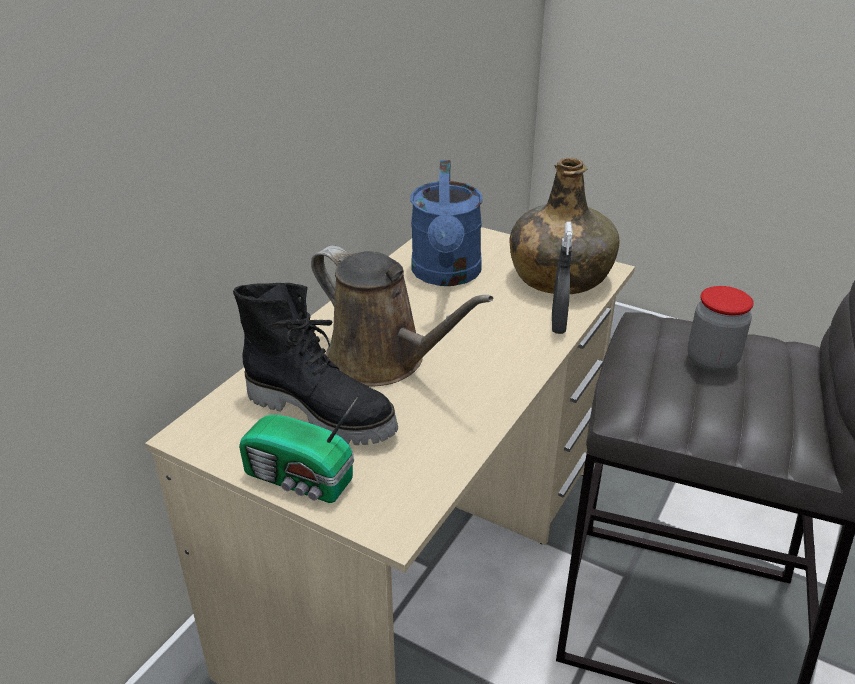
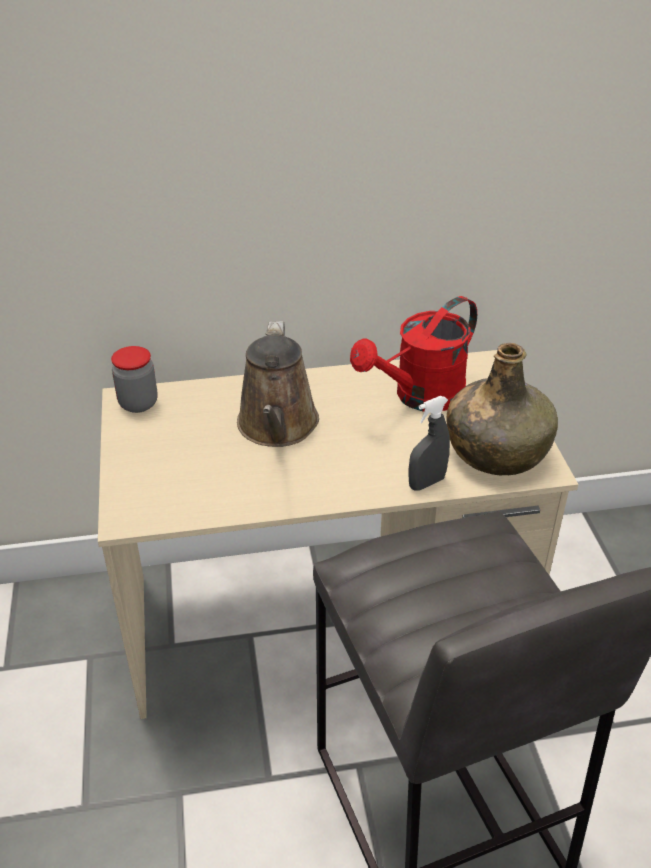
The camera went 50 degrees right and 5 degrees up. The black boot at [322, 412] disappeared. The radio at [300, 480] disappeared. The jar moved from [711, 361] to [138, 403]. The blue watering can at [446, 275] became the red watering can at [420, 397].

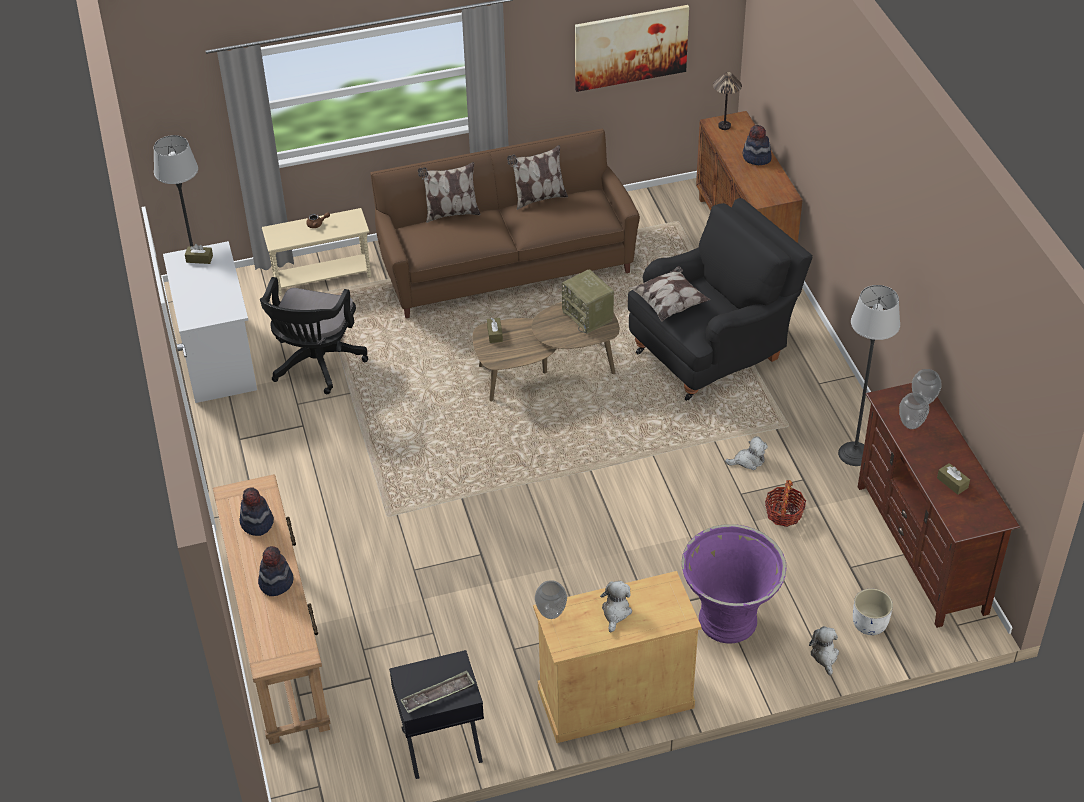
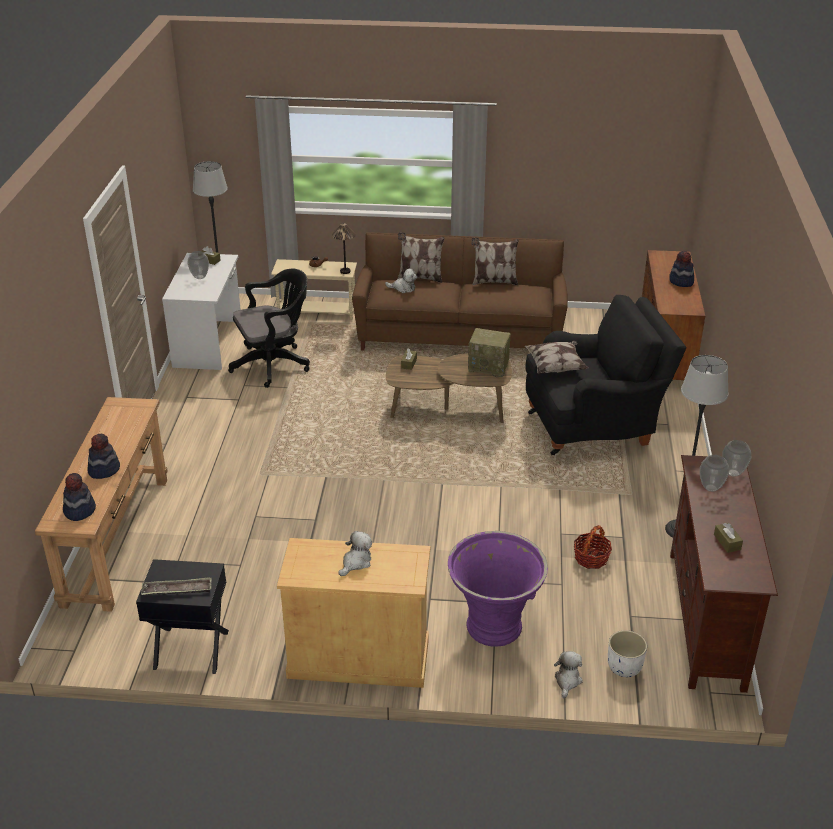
The camera went 20 degrees right and 10 degrees down. The picture at [630, 47] disappeared. The hat moved from [256, 523] to [79, 510]. The vase moved from [551, 613] to [200, 277]. The table lamp moved from [724, 126] to [345, 271]. The plush toy moved from [748, 461] to [403, 288]. The black office chair at [315, 365] turned 150 degrees counterclockwise. The radio at [588, 316] turned 60 degrees counterclockwise.

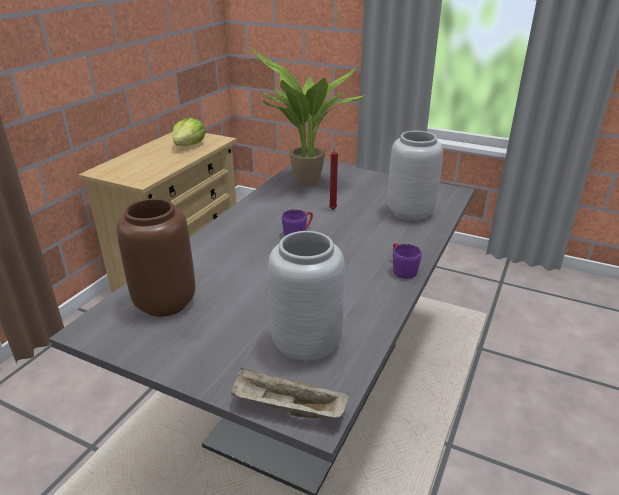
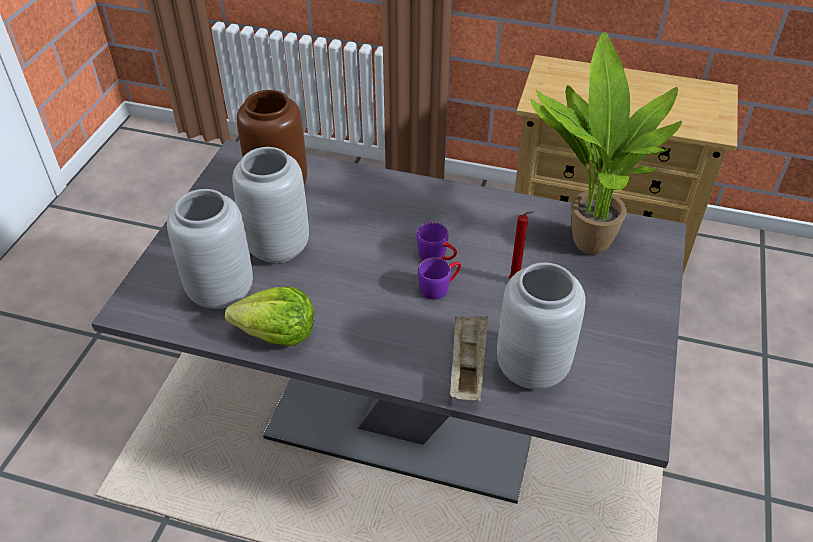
The camera went 80 degrees right and 15 degrees up. The grey vase at [278, 248] appeared. The lettuce moved from [189, 145] to [277, 333]. The beige tray moved from [286, 408] to [467, 366]. The purple mug moved from [401, 269] to [439, 286].

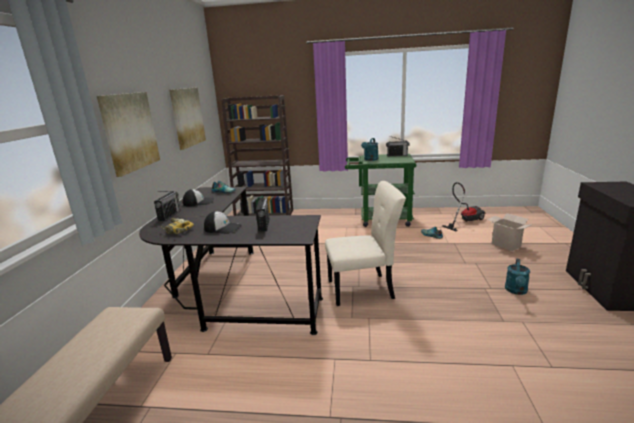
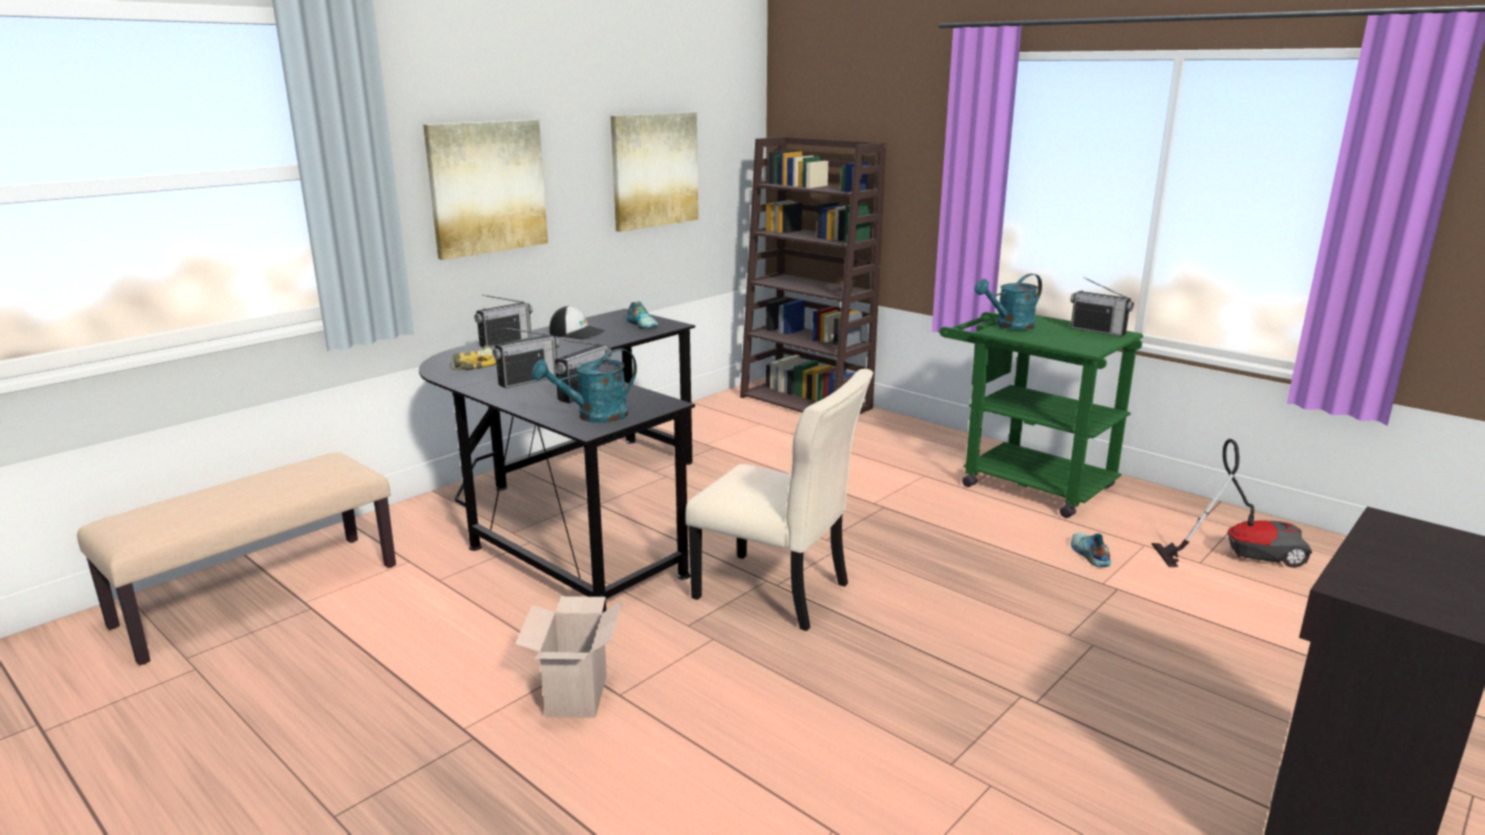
The camera went 35 degrees right and 0 degrees up. The cardboard box moved from [505, 245] to [575, 694]. The turquoise watering can moved from [516, 291] to [594, 416]. The cap at [223, 228] was replaced by the radio at [528, 380].

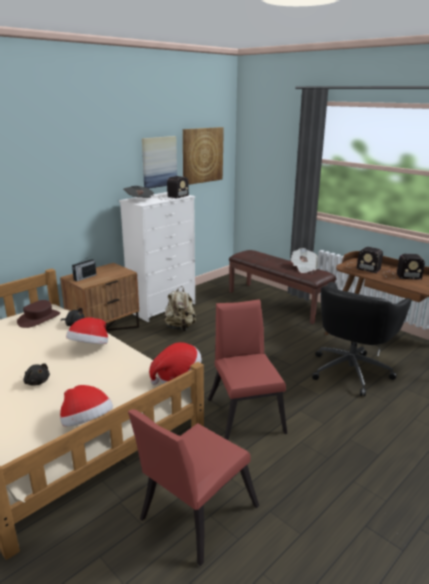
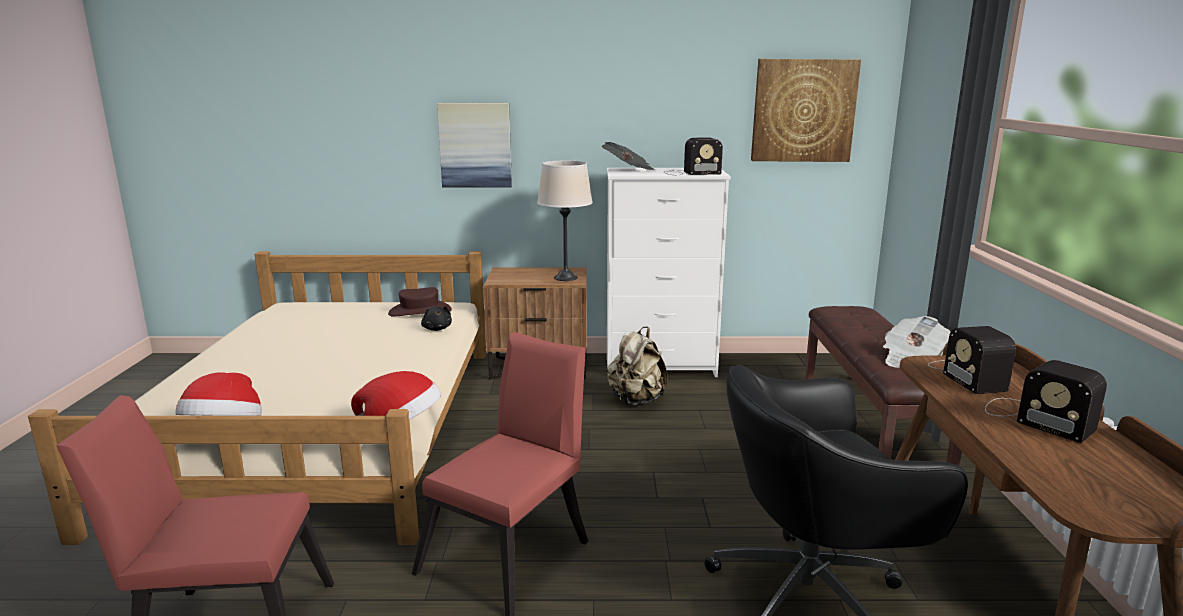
The camera went 45 degrees right and 5 degrees down. The black plush toy at [37, 382] disappeared. The hat at [89, 347] disappeared. The radio at [84, 277] disappeared. The beige table lamp at [565, 277] appeared. The picture moved from [159, 162] to [475, 145].

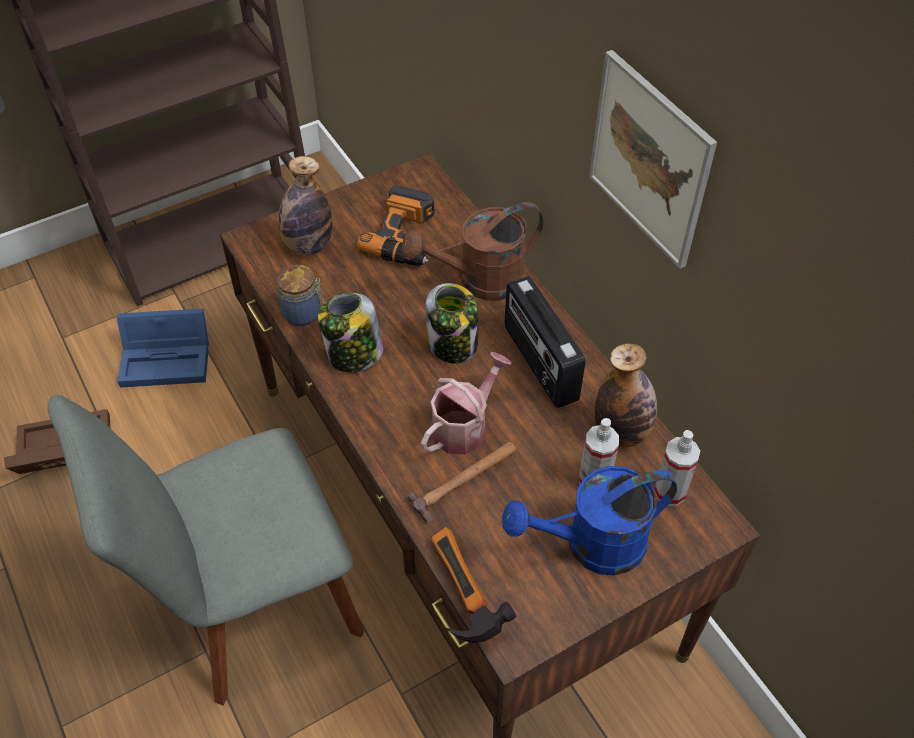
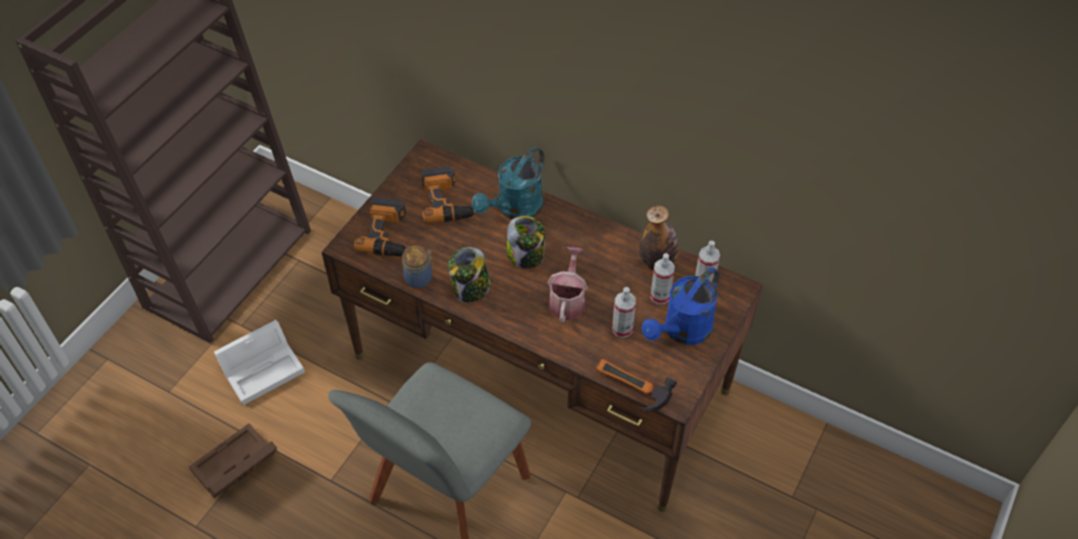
The camera went 30 degrees left and 0 degrees up. The hammer at [465, 480] disappeared. The radio at [539, 364] disappeared. The picture at [649, 160] disappeared. The spray bottle at [622, 329] appeared. The bottle at [308, 245] was replaced by the power drill at [388, 234]. The blue storage box at [169, 358] became the white storage box at [264, 368]. The brown watering can at [480, 281] became the turquoise watering can at [515, 210].

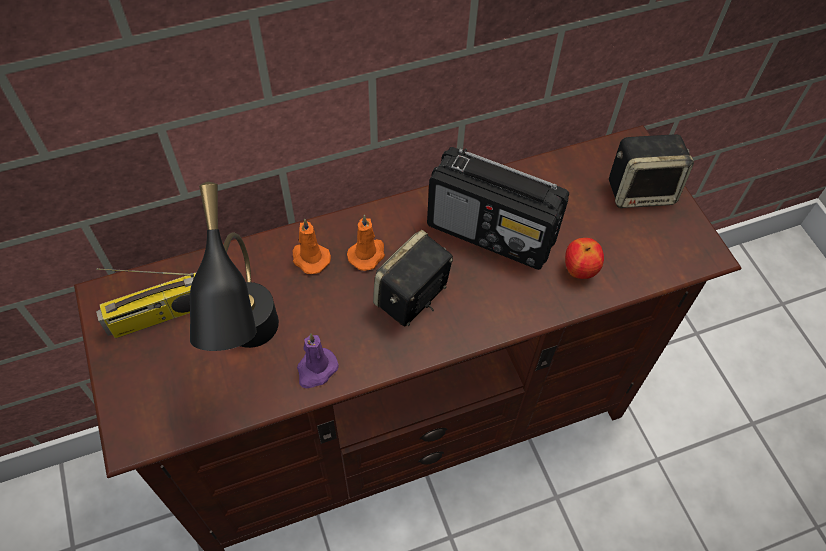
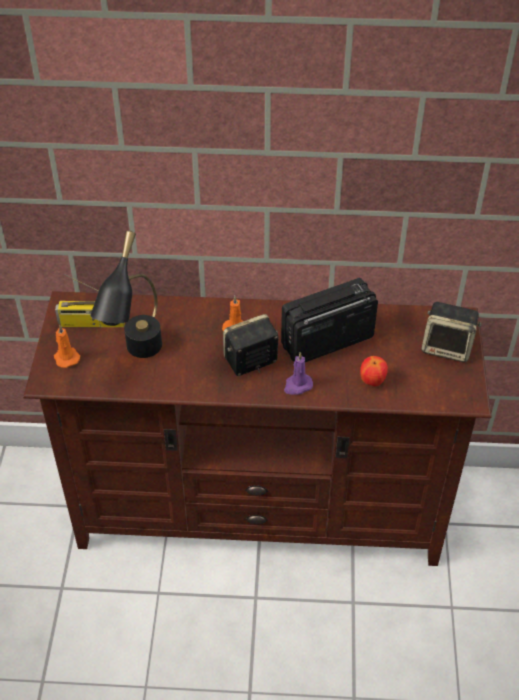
The camera went 25 degrees right and 10 degrees down. The orange candle moved from [309, 258] to [66, 357]. The purple candle moved from [316, 369] to [297, 386]. The radio at [492, 233] turned 105 degrees clockwise.

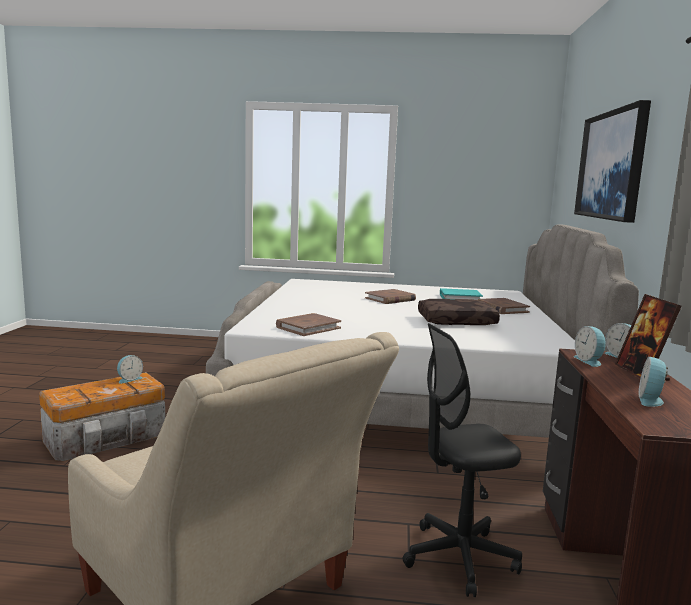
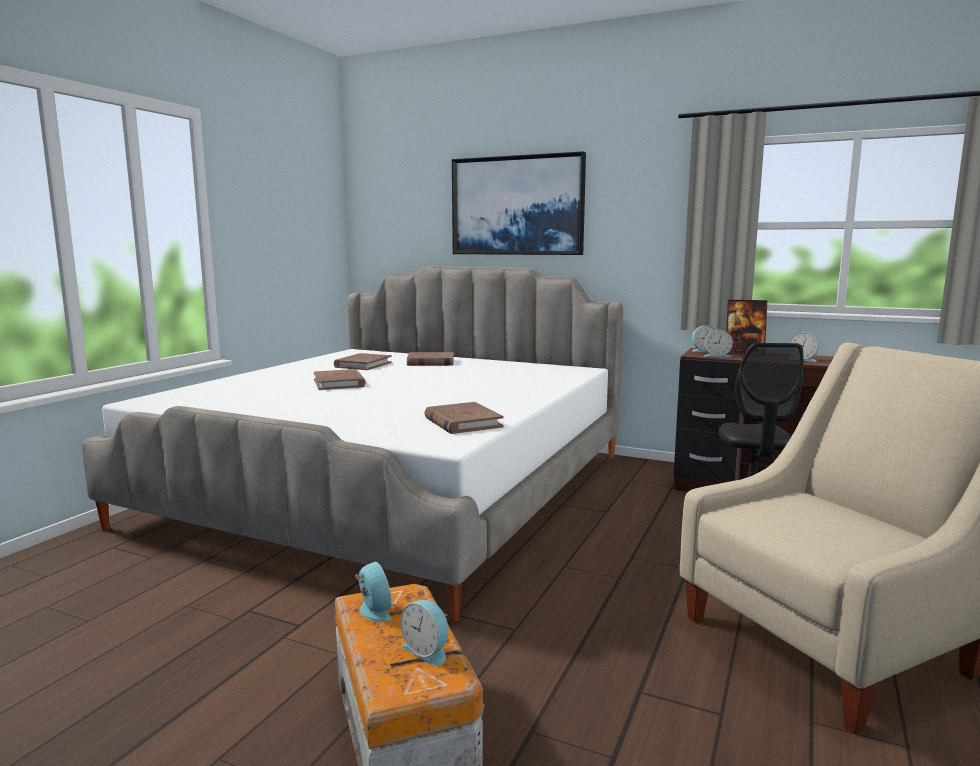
The camera went 70 degrees left and 0 degrees up. The brown pillow at [456, 321] disappeared. The alarm clock at [427, 650] appeared. The turquoise book at [460, 297] became the brown book at [363, 365].

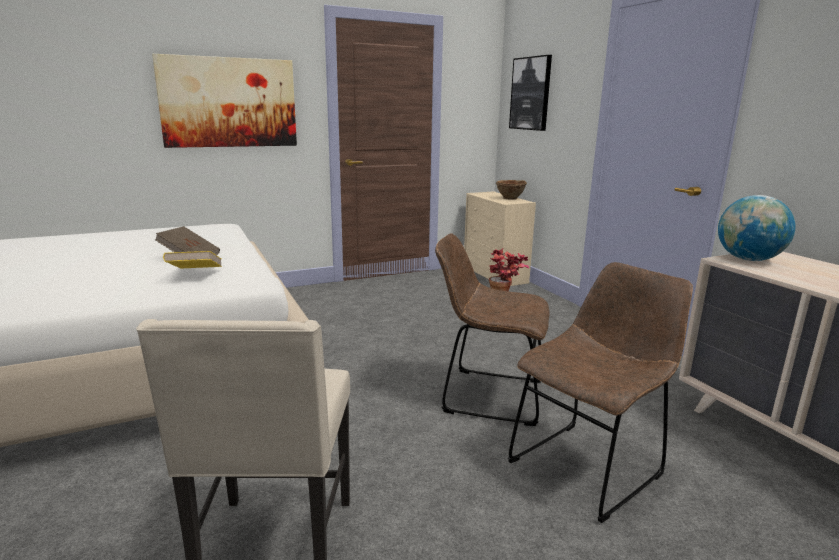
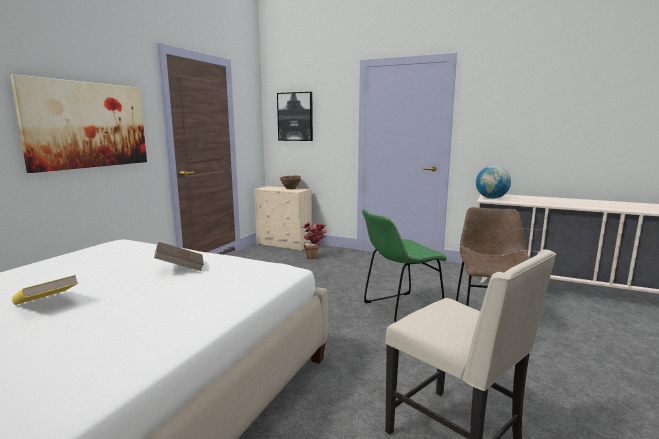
The camera went 40 degrees left and 5 degrees down. The yellow book moved from [195, 274] to [47, 304]. The brown chair at [487, 395] became the green chair at [399, 309].

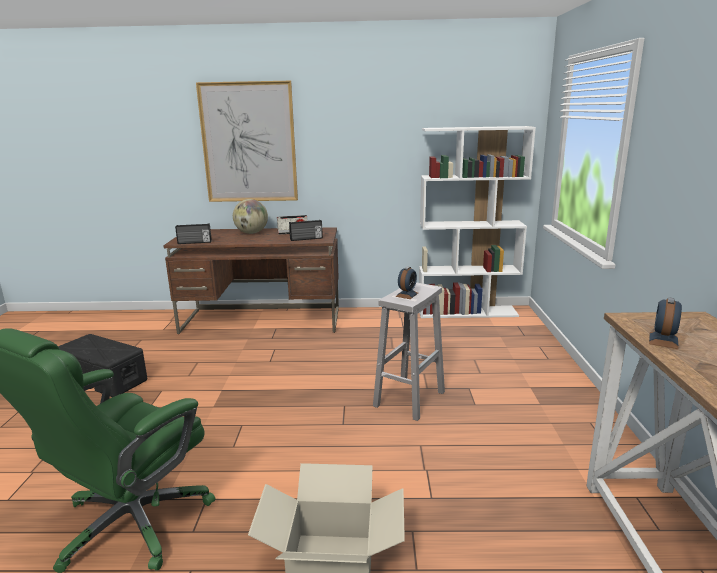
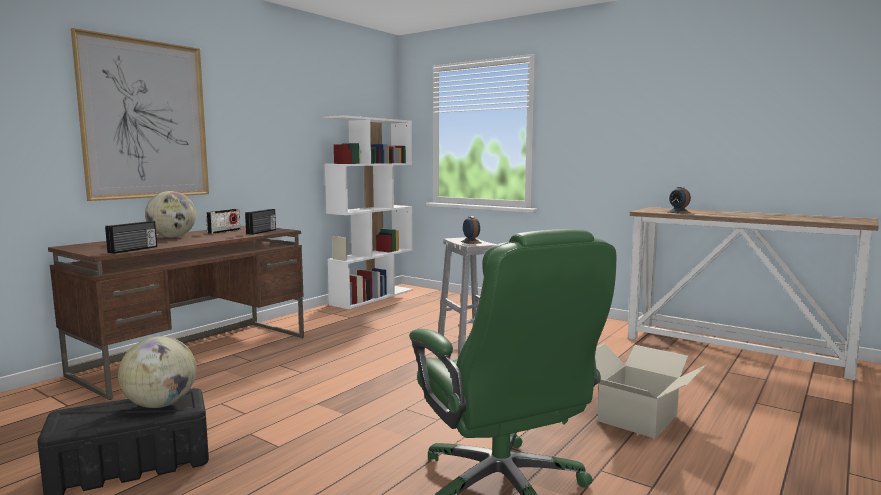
The camera went 55 degrees left and 10 degrees down. The globe at [161, 404] appeared.

